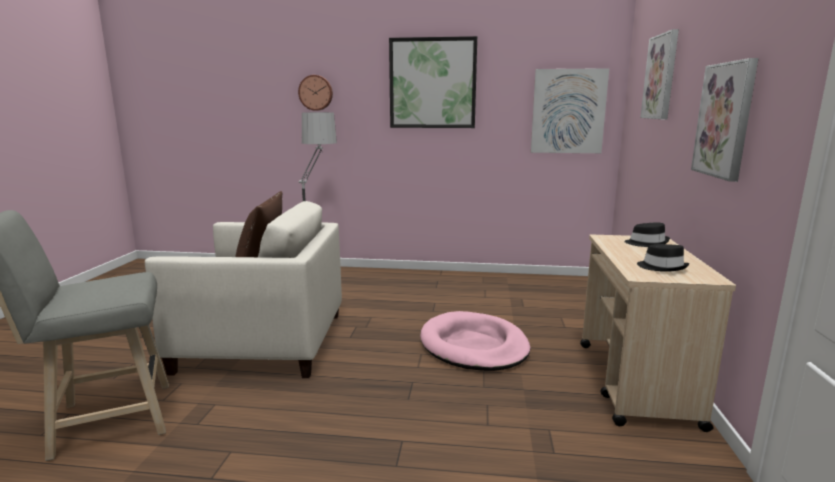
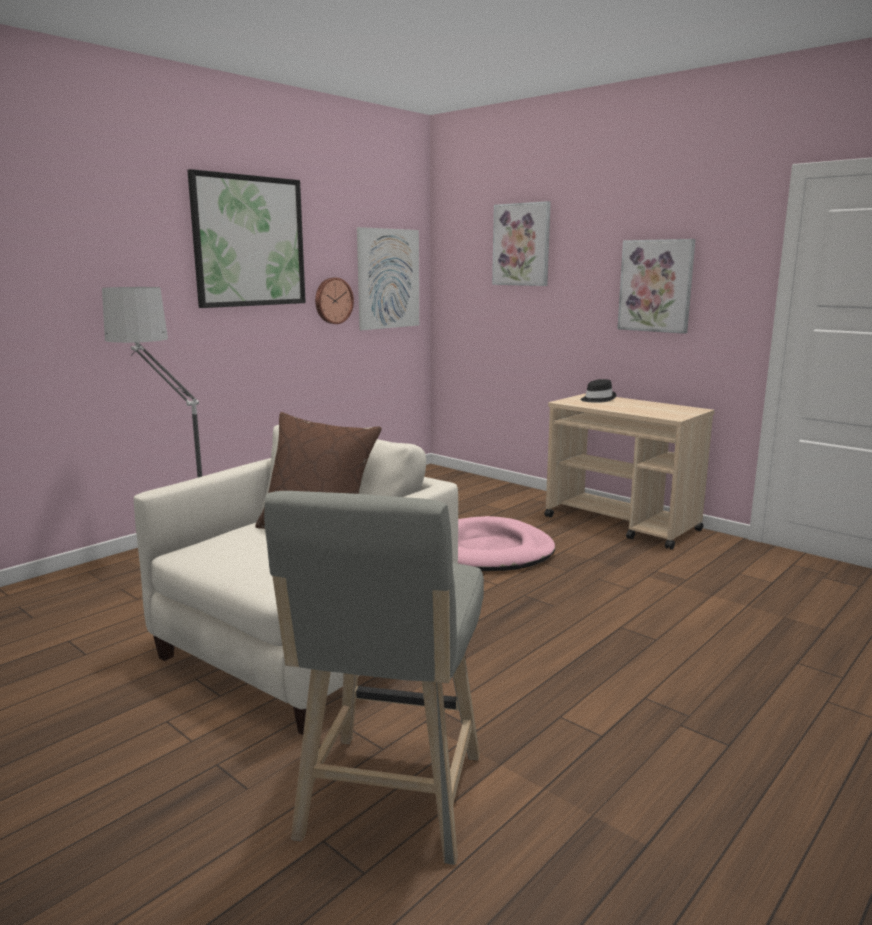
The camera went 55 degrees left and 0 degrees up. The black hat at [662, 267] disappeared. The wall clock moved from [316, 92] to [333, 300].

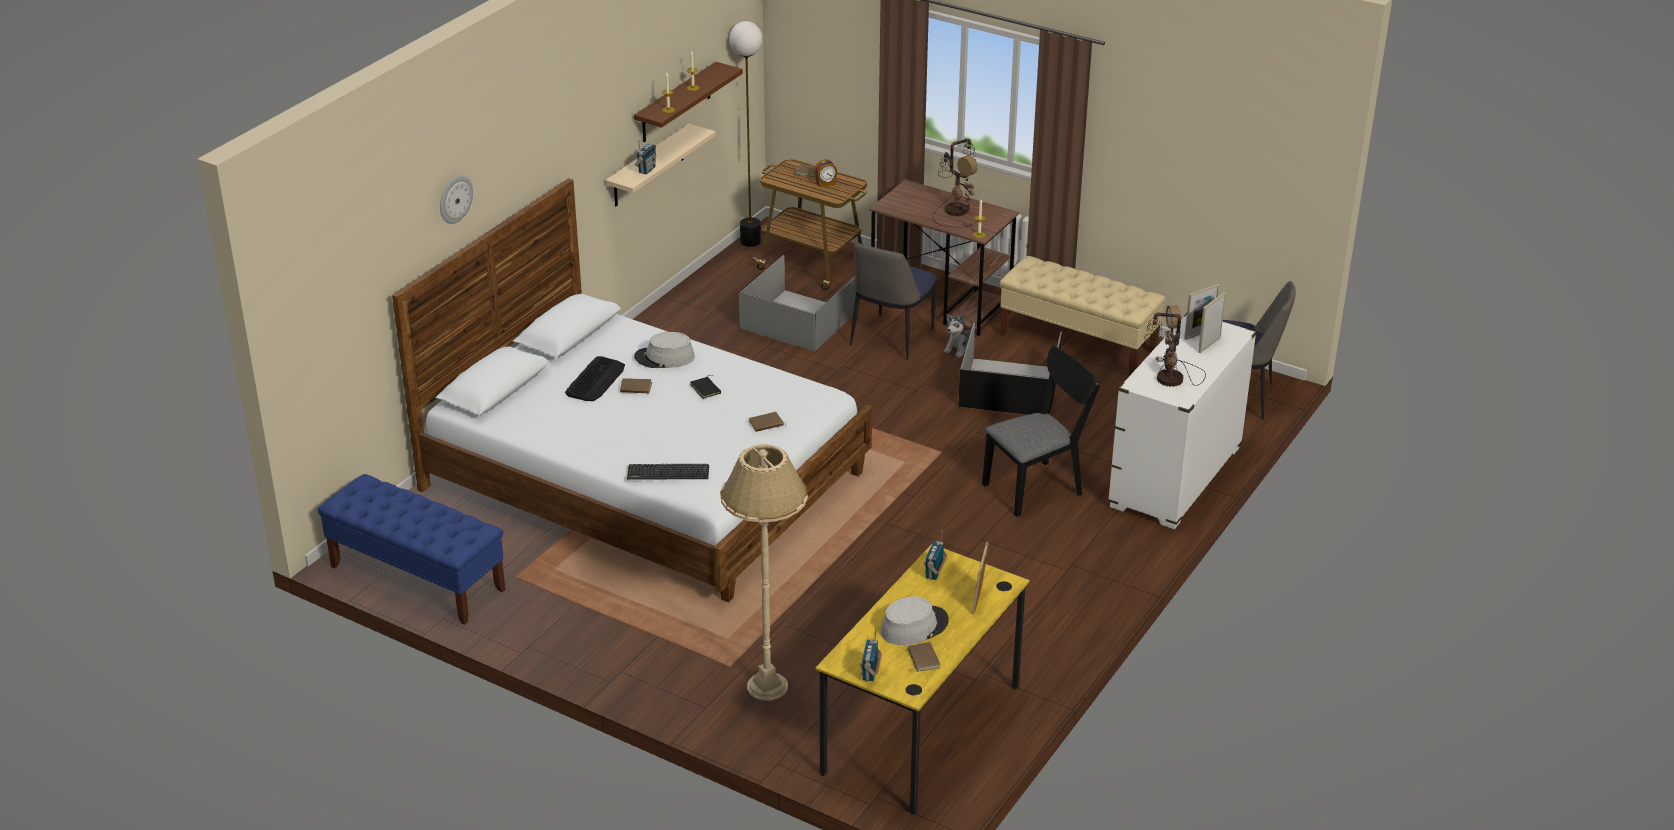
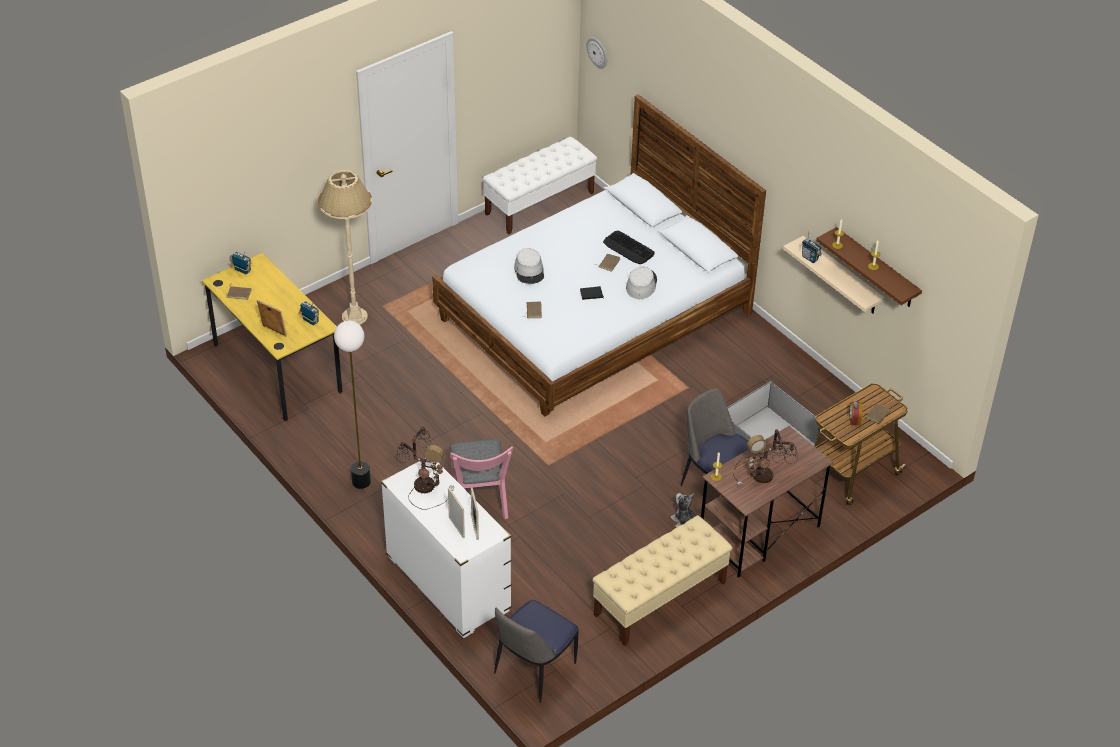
The camera went 110 degrees right and 10 degrees up. The keyboard at [668, 472] disappeared. The black storage box at [1011, 387] disappeared. The wall clock moved from [455, 199] to [597, 52]. The floor lamp moved from [750, 241] to [361, 481]. The grey hat moved from [914, 626] to [529, 271]. The blue bench at [417, 578] became the white bench at [540, 203]. The black chair at [1038, 486] became the pink chair at [479, 503].

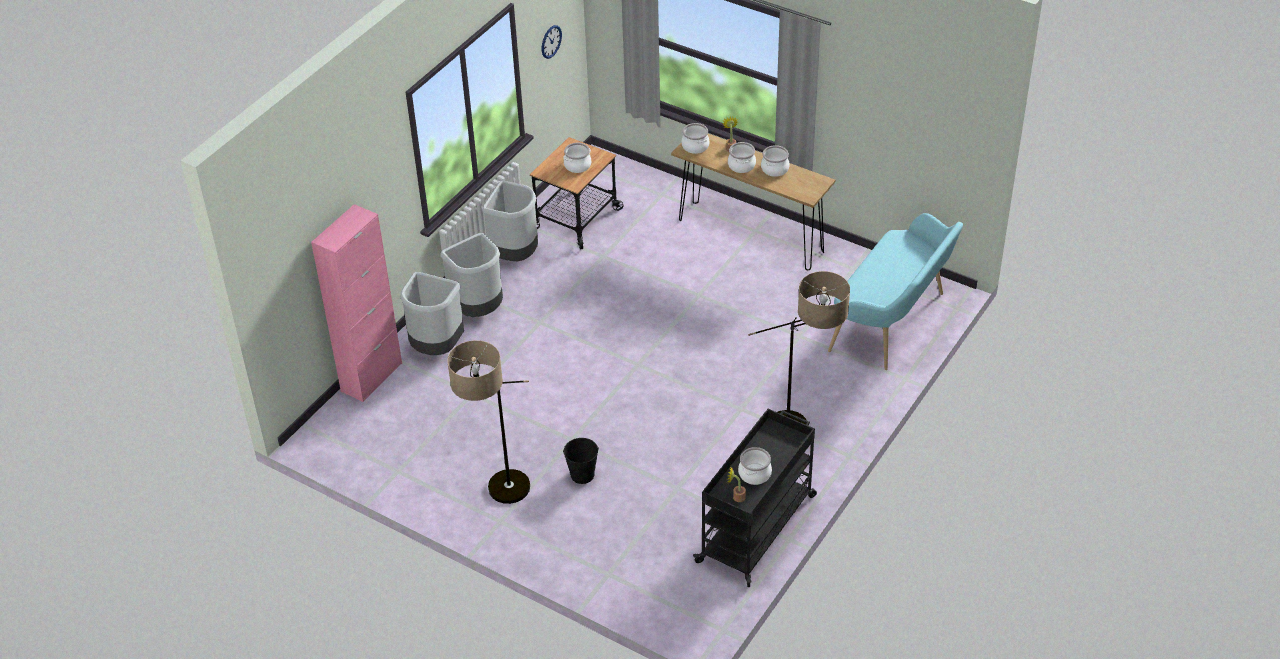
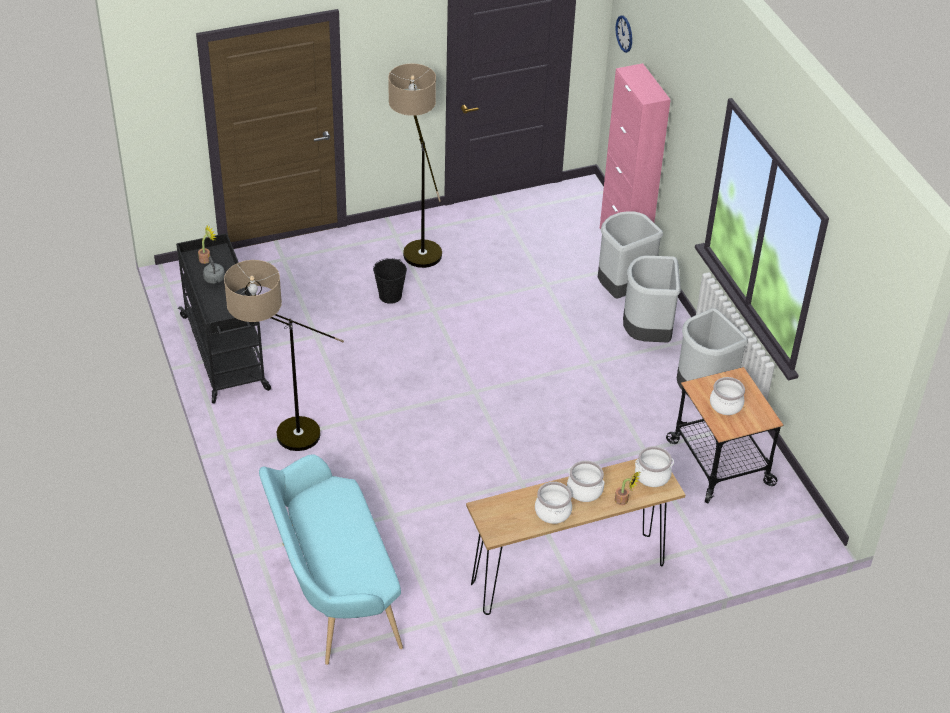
The camera went 125 degrees right and 0 degrees up. The wall clock moved from [551, 41] to [624, 33]. The cooking pot at [754, 474] was replaced by the grey kettle at [214, 280].

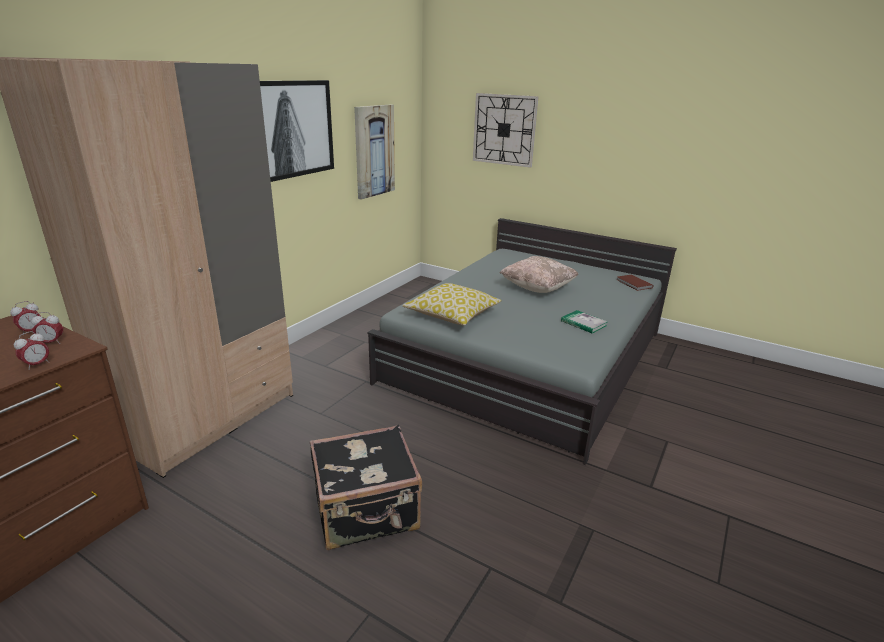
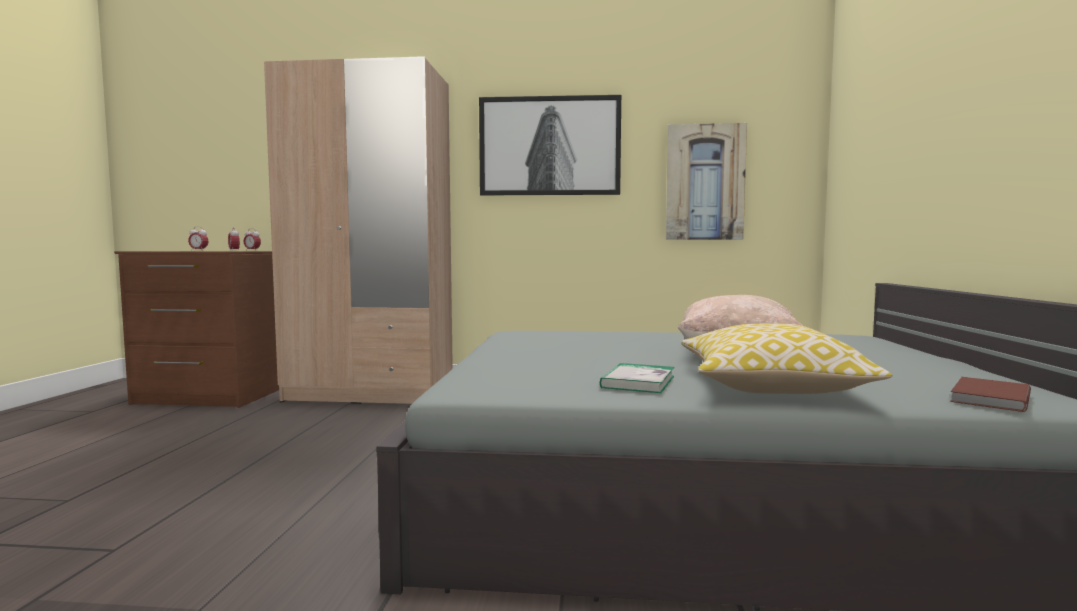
The camera went 65 degrees right and 20 degrees down. The black suitcase at [367, 512] disappeared. The wall clock at [504, 130] disappeared. The pillow moved from [452, 315] to [769, 386].

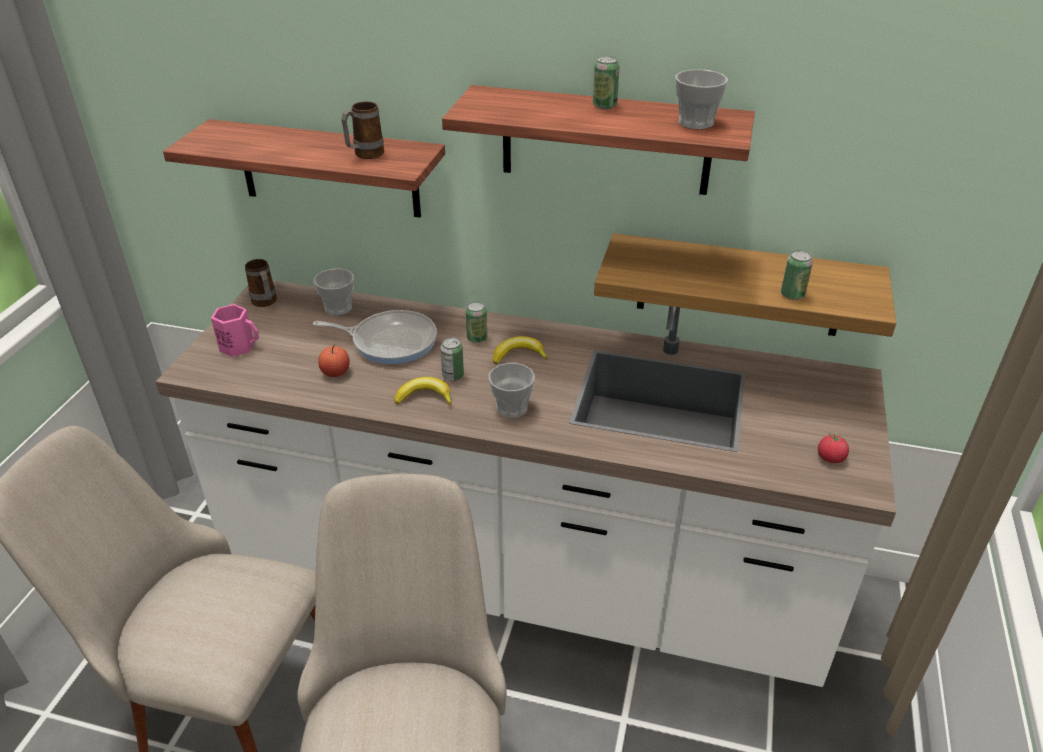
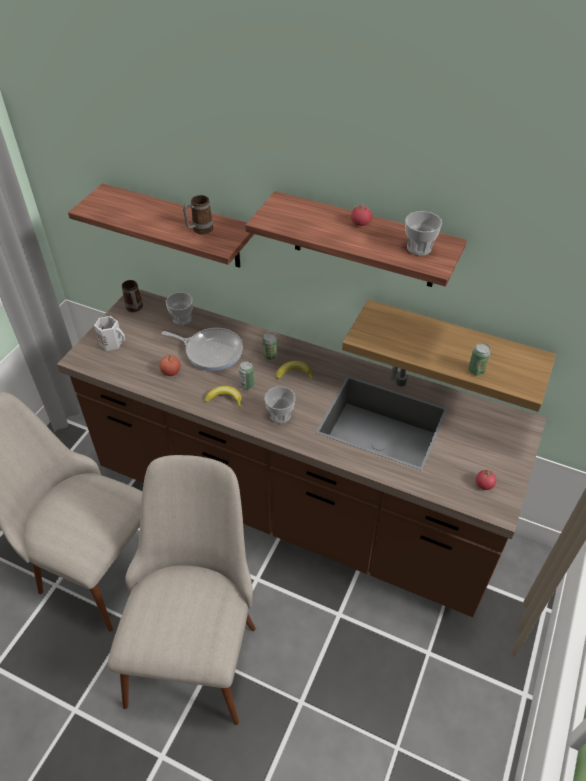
The camera went 10 degrees right and 10 degrees up. The can at [604, 105] was replaced by the tomato at [360, 223]. The white counter at [521, 579] became the brown counter at [293, 507]. The pink mug at [238, 346] became the white mug at [112, 342].

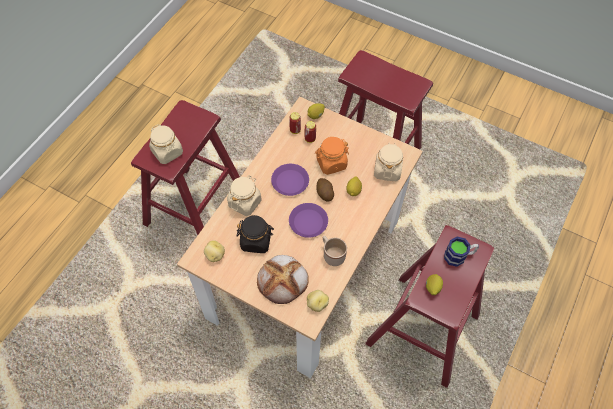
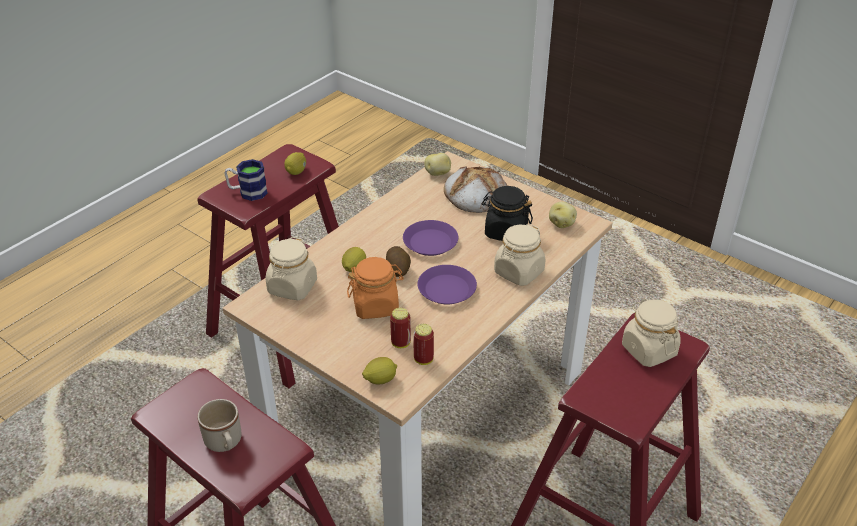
The camera went 170 degrees left and 20 degrees down. The beige mug moved from [332, 254] to [225, 443].

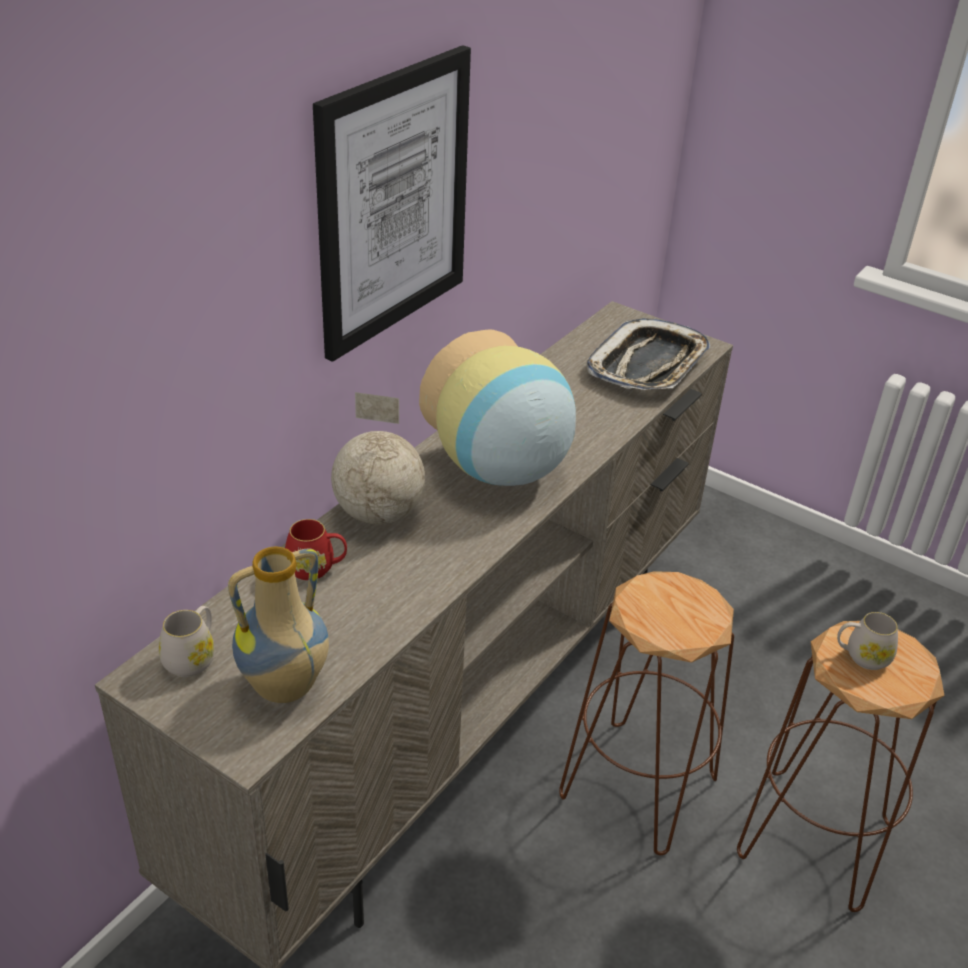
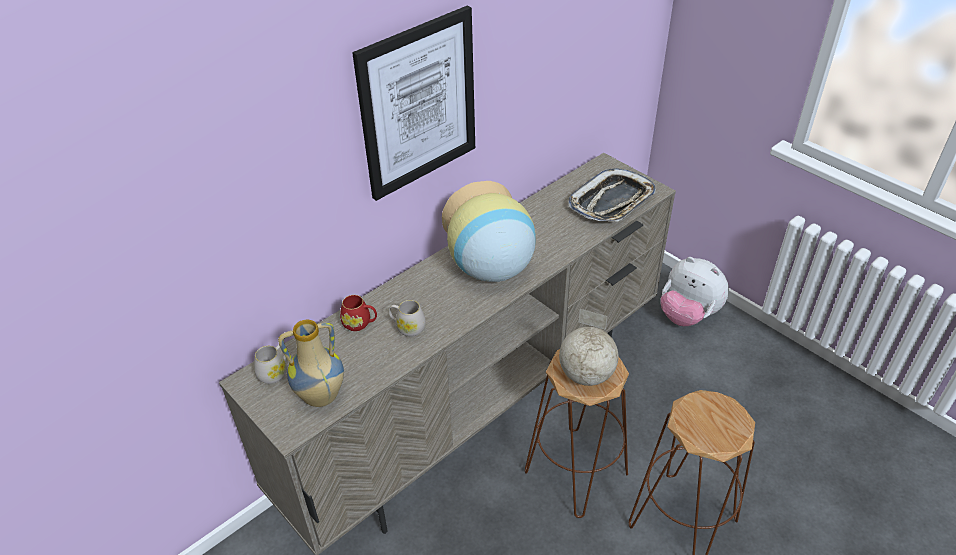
The camera went 15 degrees right and 5 degrees up. The plush toy at [688, 315] appeared. The globe moved from [378, 513] to [586, 374]. The white mug moved from [862, 656] to [407, 327].

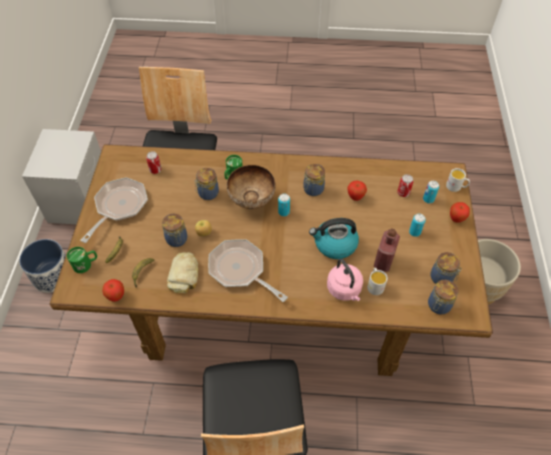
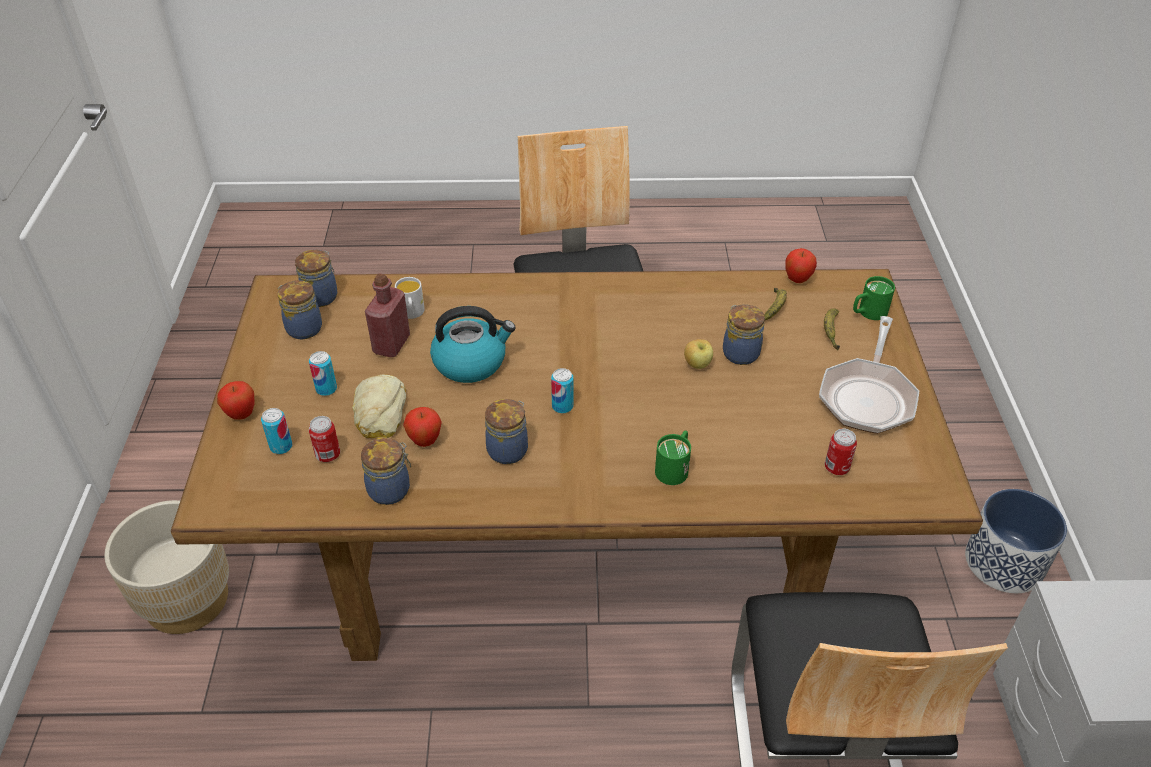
The camera went 175 degrees right and 10 degrees down. The frying pan at [240, 270] disappeared. The bowl at [252, 201] disappeared. The pink kettle at [344, 290] disappeared. The white mug at [456, 187] disappeared. The bread moved from [184, 274] to [378, 413]. The jar moved from [207, 193] to [391, 489].

